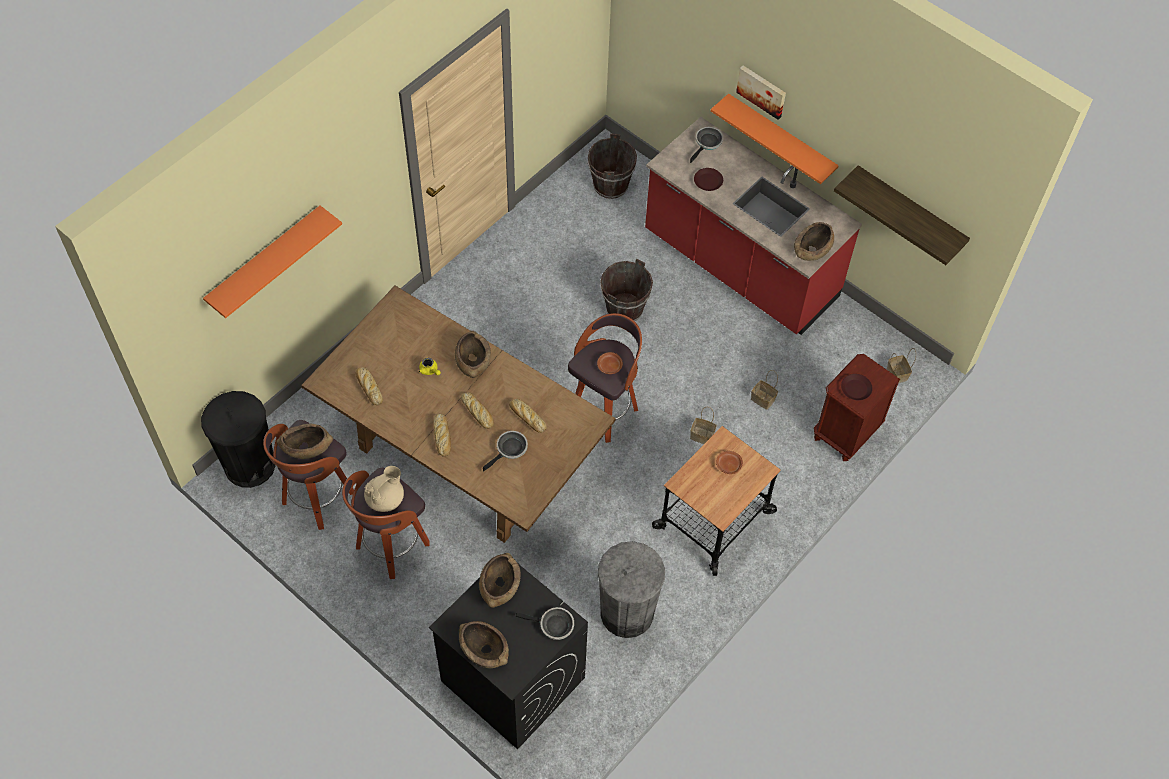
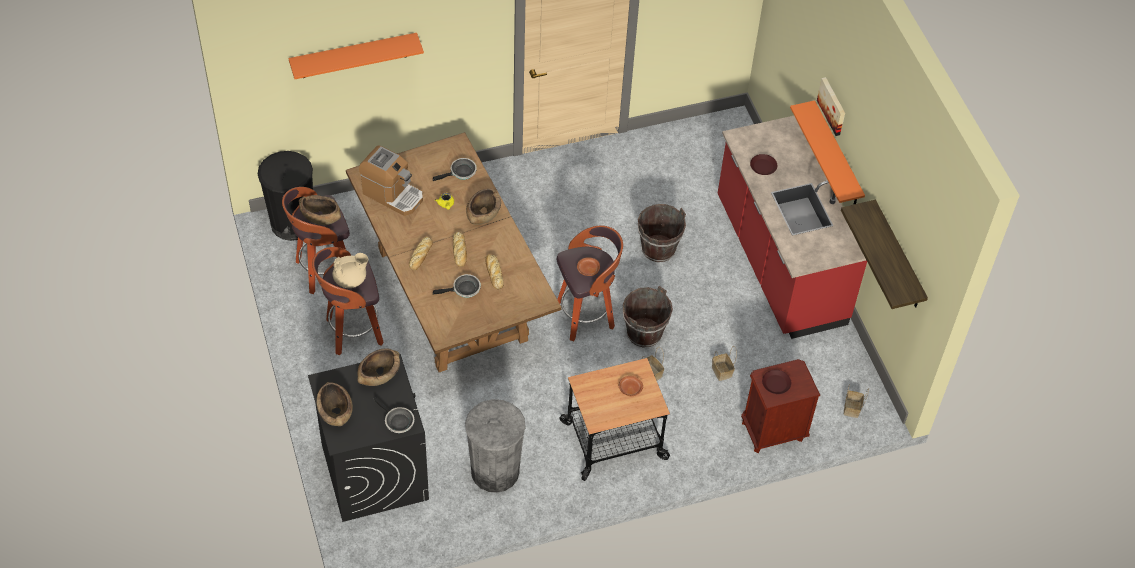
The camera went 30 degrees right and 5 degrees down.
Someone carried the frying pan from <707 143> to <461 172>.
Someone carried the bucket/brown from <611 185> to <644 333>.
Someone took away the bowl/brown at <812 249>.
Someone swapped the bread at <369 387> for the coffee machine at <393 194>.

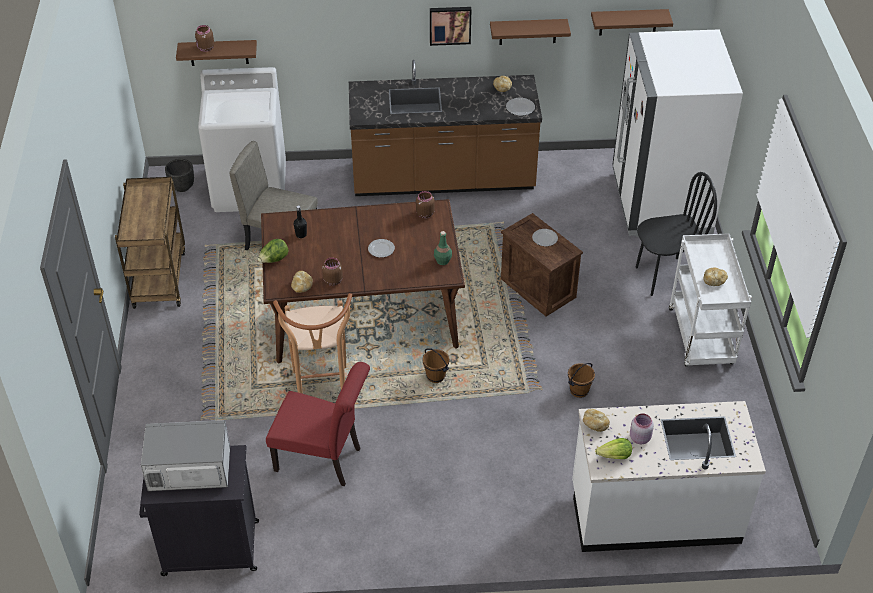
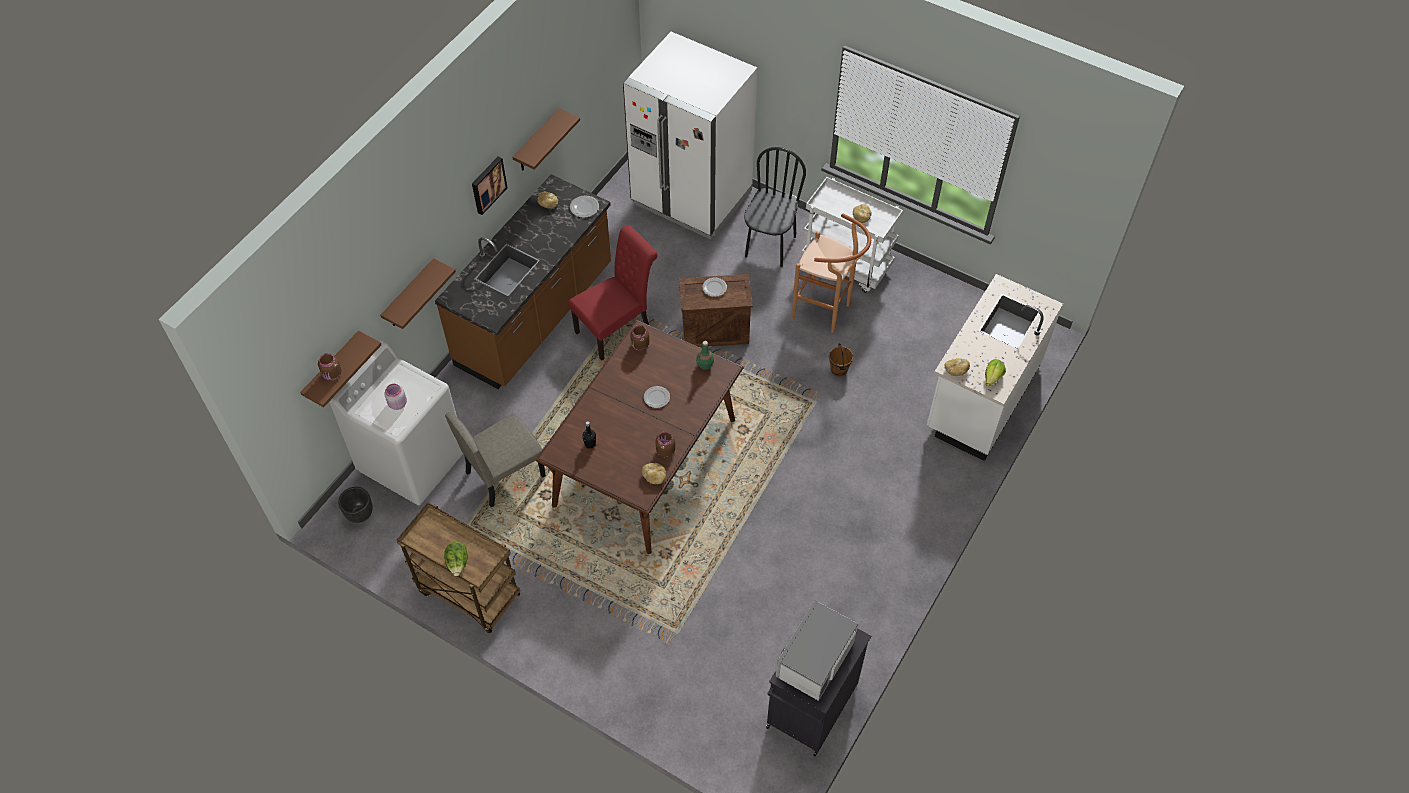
The camera went 55 degrees left and 10 degrees up.
Someone carried the shelf/brown from <628 22> to <409 295>.
Someone carried the lettuce from <274 260> to <458 563>.
Someone carried the stool/brown from <321 393> to <826 313>.
Someone took away the bucket/brown at <435 376>.
Someone carried the chair/red from <323 460> to <617 328>.
Someone carried the jar/pink from <639 437> to <397 404>.

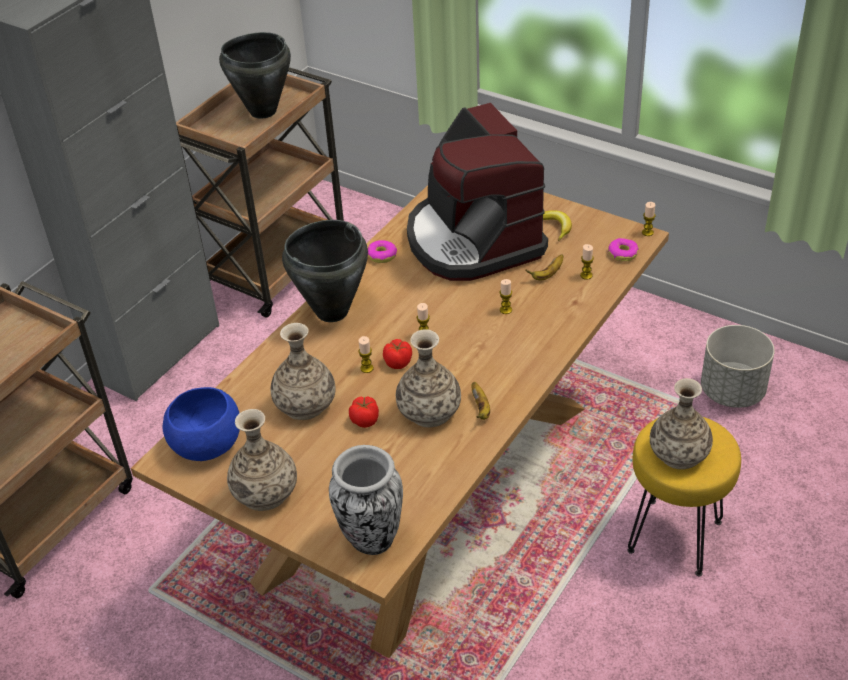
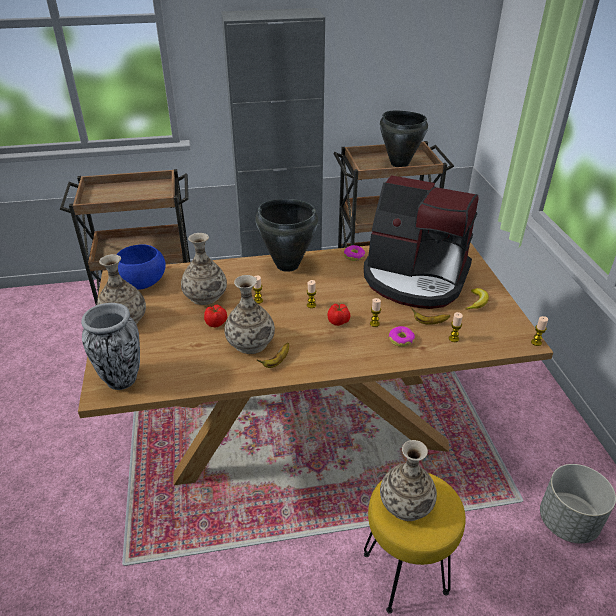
The camera went 45 degrees right and 5 degrees down.
Someone rotated the coffee machine at <473 240> by 90 degrees counterclockwise.
Someone carried the donut from <623 254> to <401 340>.
Someone carried the tomato from <398 362> to <338 321>.

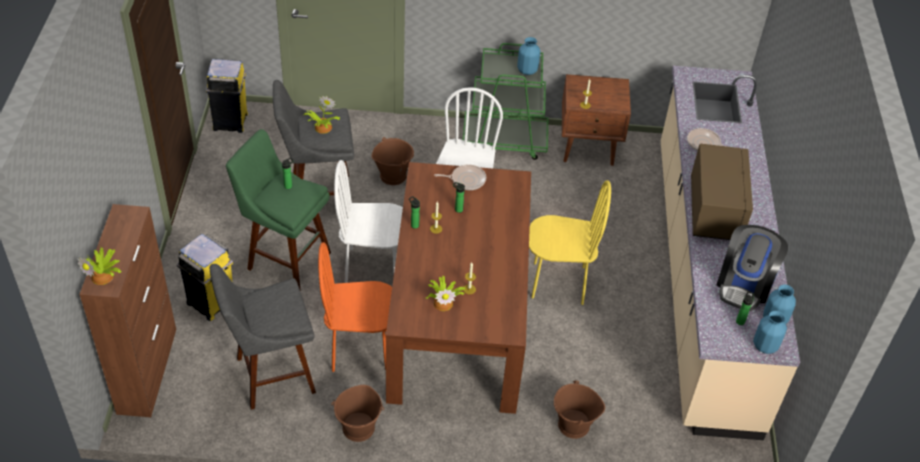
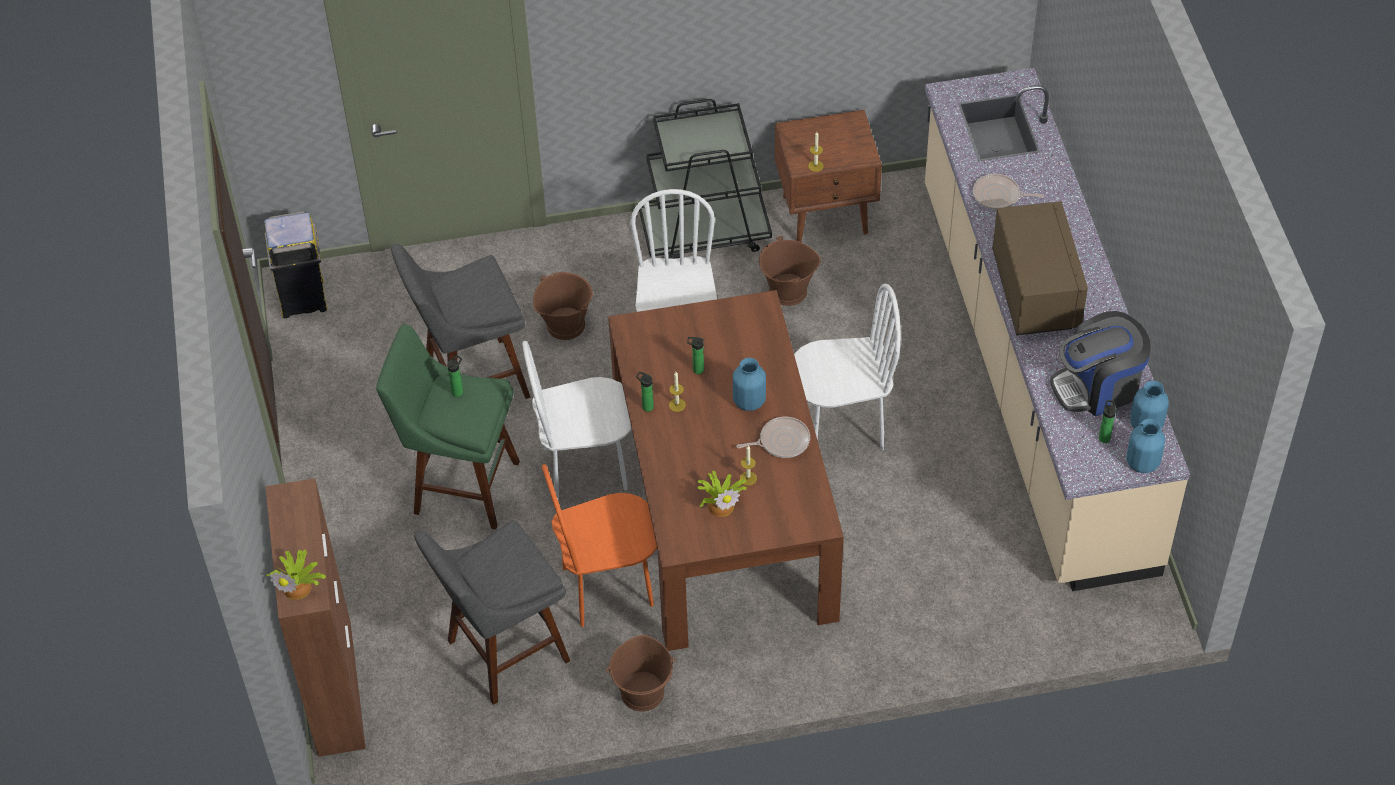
The camera went 10 degrees left and 5 degrees up.
Someone carried the vase/blue from <527 70> to <748 401>.
Someone repainted the cart/green at <505 140>, which became the cart/black at <705 232>.
Someone took away the potted plant at <322 128>.
Someone carried the frying pan from <466 180> to <781 441>.
Someone repainted the chair/yellow at <558 282>, which became the chair/white at <842 427>.
Someone rotated the coffee machine at <744 284> by 60 degrees clockwise.
Someone took away the trash can/yellow at <211 303>.
Someone carried the bucket/brown from <573 425> to <787 291>.

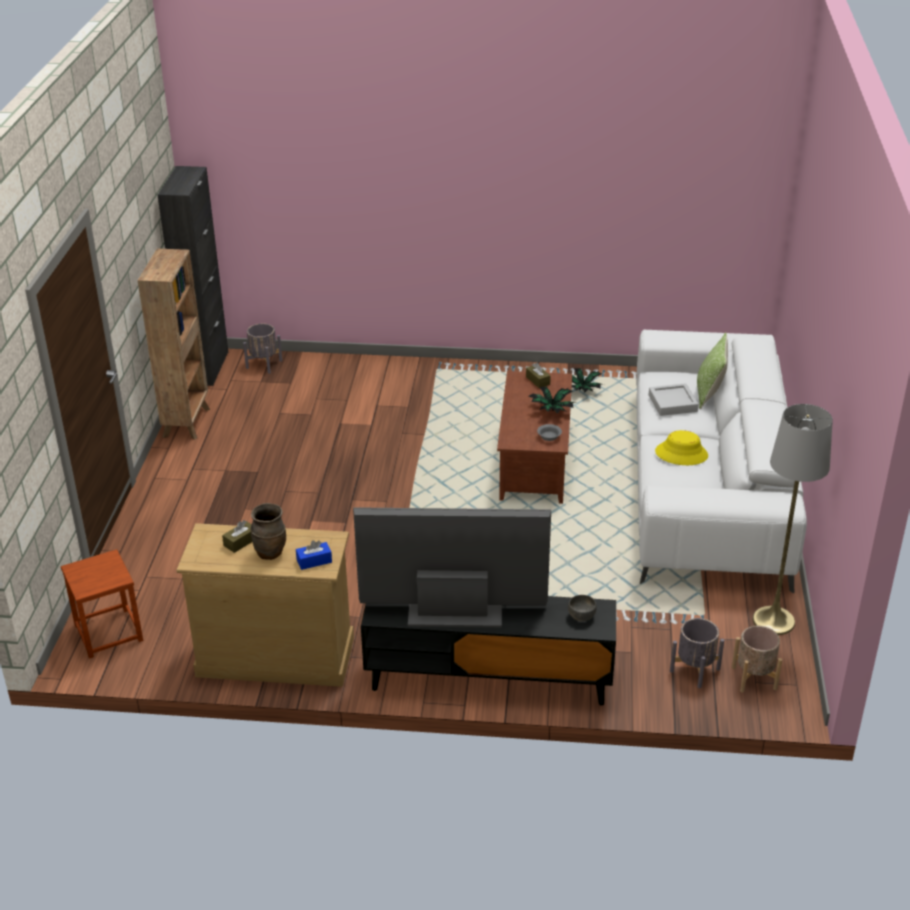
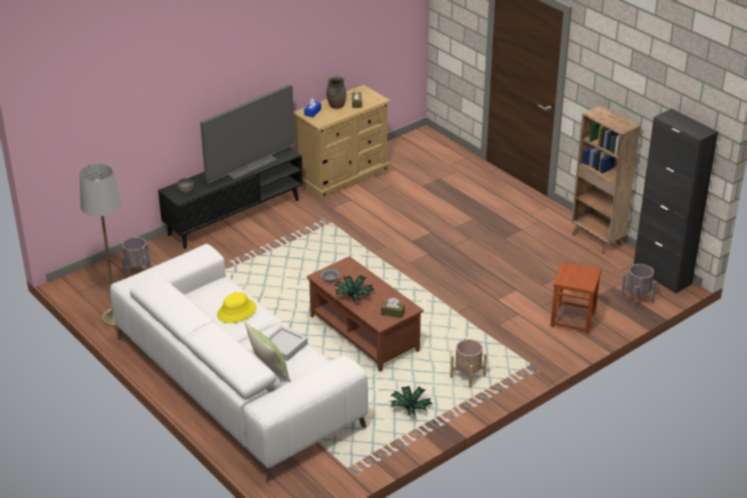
The camera went 135 degrees right and 0 degrees up.
Someone carried the stool/brown from <108 633> to <573 319>.
Someone carried the planter/beige from <754 678> to <467 376>.

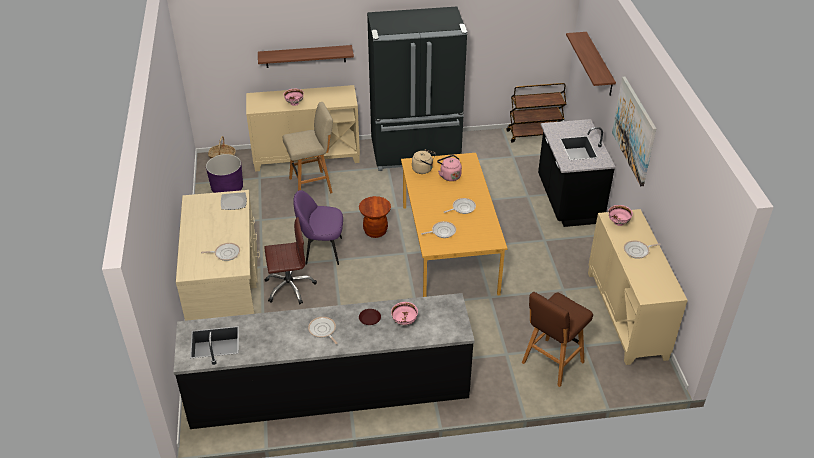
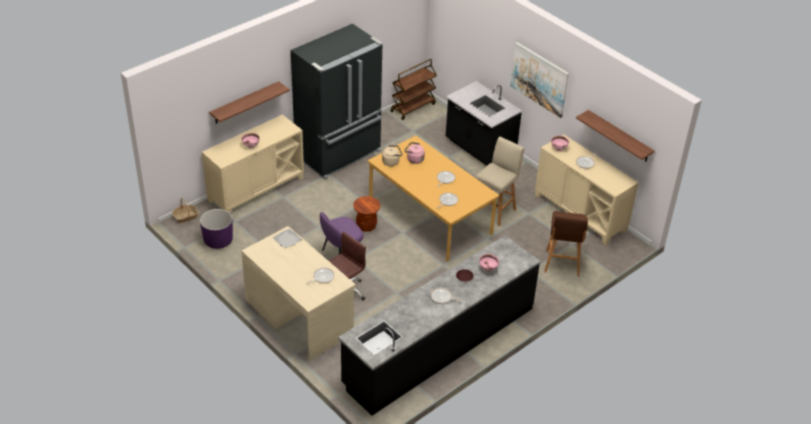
The camera went 35 degrees left and 0 degrees up.
Someone carried the shelf from <599 64> to <619 136>.
Someone carried the stool/beige from <312 185> to <494 210>.

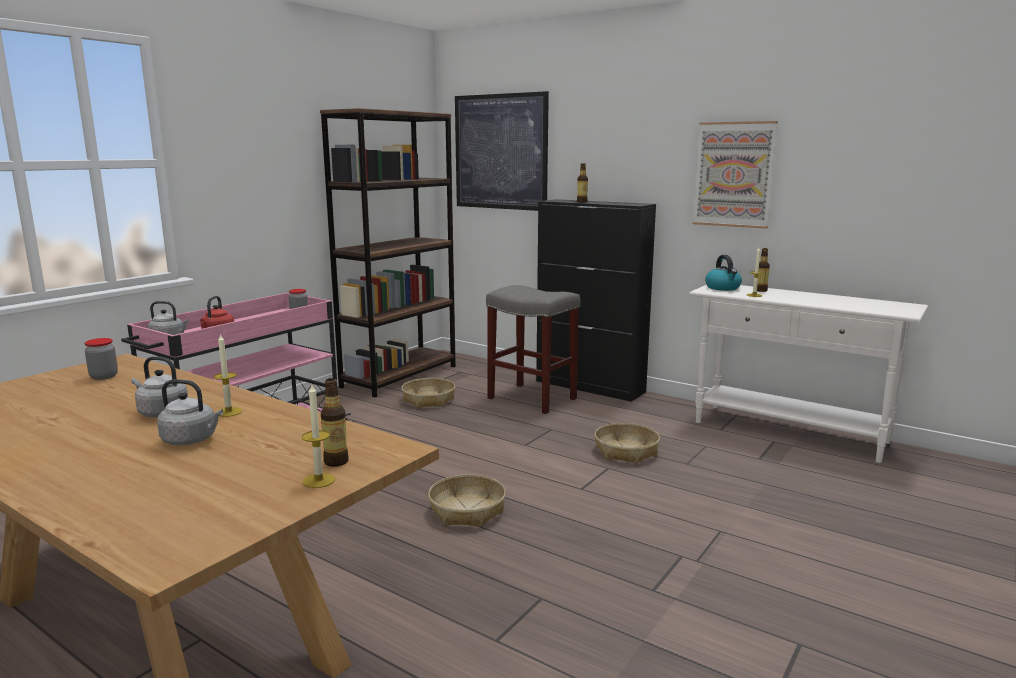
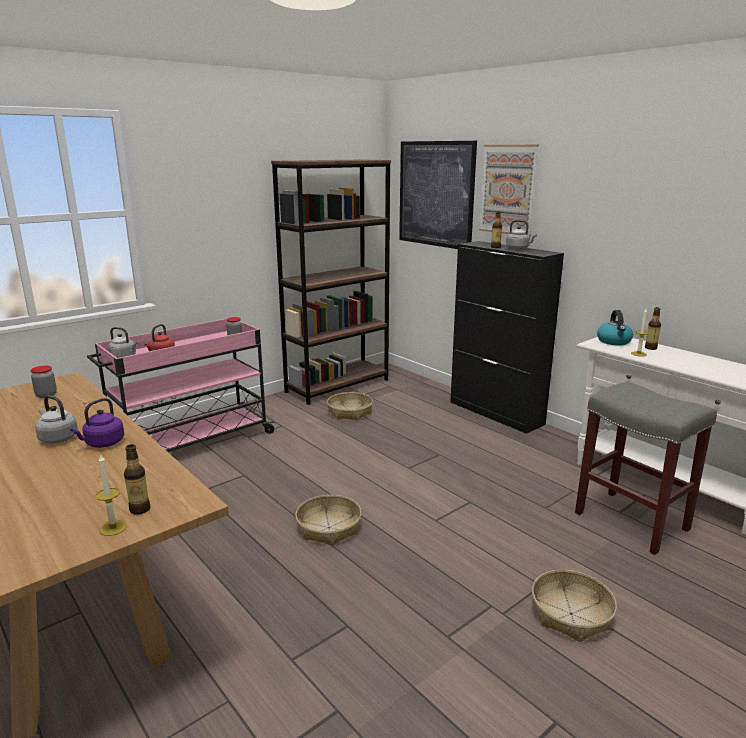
The camera went 15 degrees right and 5 degrees up.
Someone carried the picture from <734 174> to <508 189>.
Someone carried the stool/grey from <533 398> to <633 521>.
Someone swapped the candle at <229 412> for the kettle/purple at <103 443>.
Someone carried the kettle/grey from <192 440> to <518 249>.
Someone carried the basket from <626 451> to <571 614>.

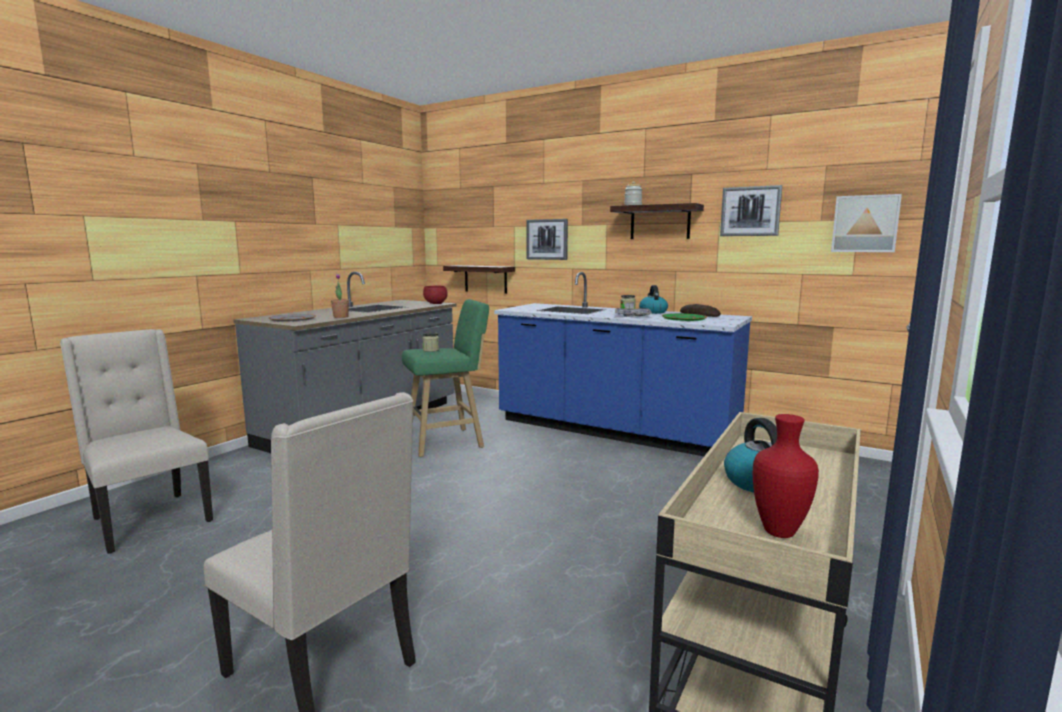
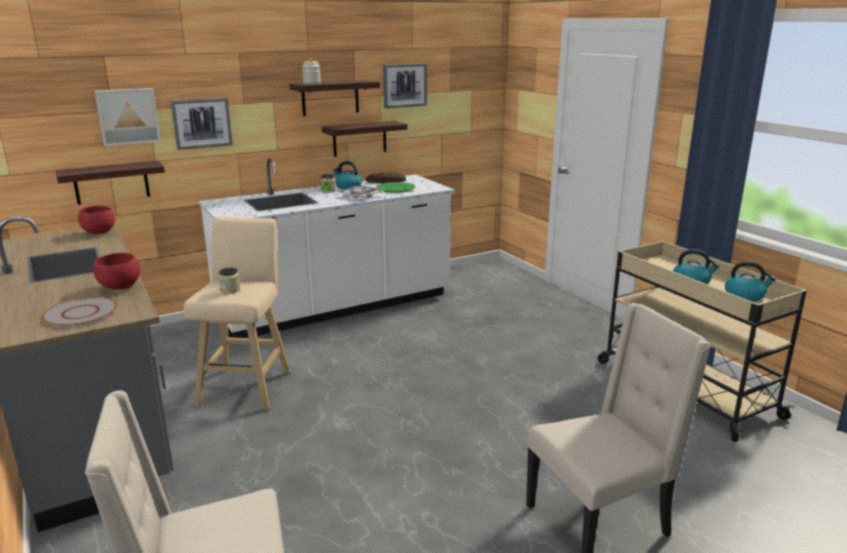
The camera went 60 degrees left and 10 degrees up.
Someone carried the picture from <865 224> to <128 116>.
Someone repainted the counter/blue at <614 431>, which became the counter/white at <336 308>.
Someone swapped the potted plant at <341 317> for the bowl/red at <121 287>.
Someone repainted the stool/green at <448 442>, which became the stool/beige at <247 385>.
Someone swapped the vase/red at <779 531> for the kettle at <745 296>.
Someone put up the shelf at <359 138>.

